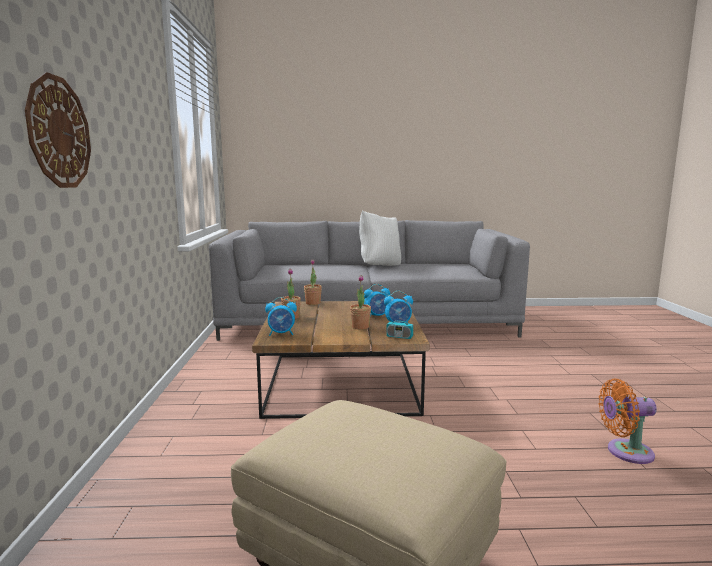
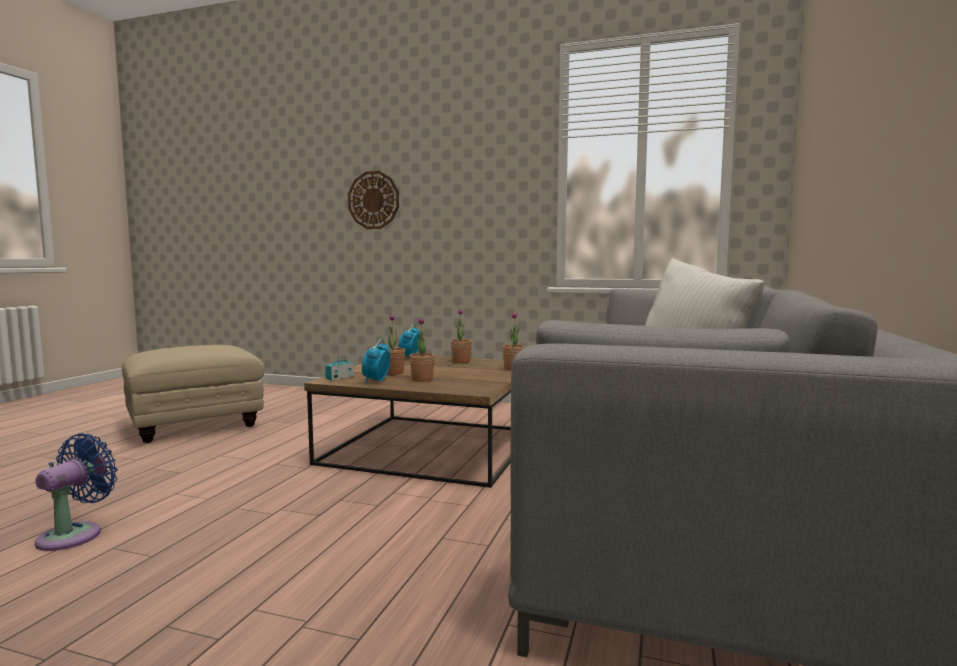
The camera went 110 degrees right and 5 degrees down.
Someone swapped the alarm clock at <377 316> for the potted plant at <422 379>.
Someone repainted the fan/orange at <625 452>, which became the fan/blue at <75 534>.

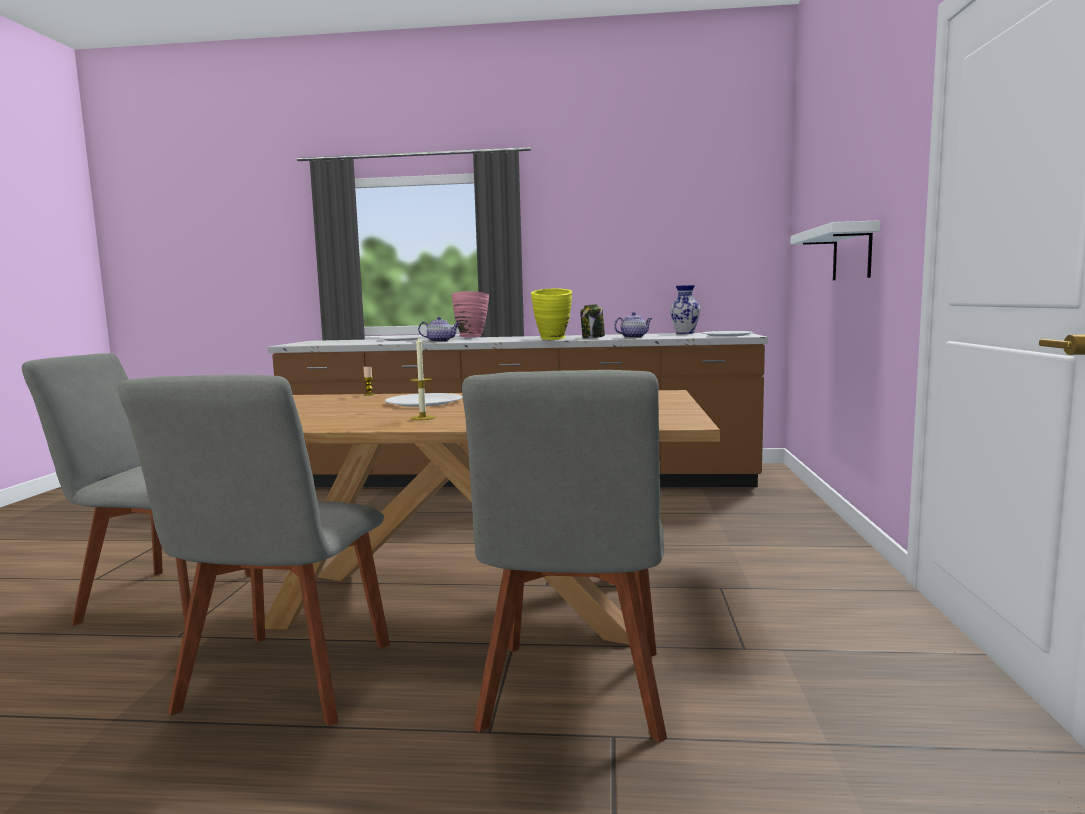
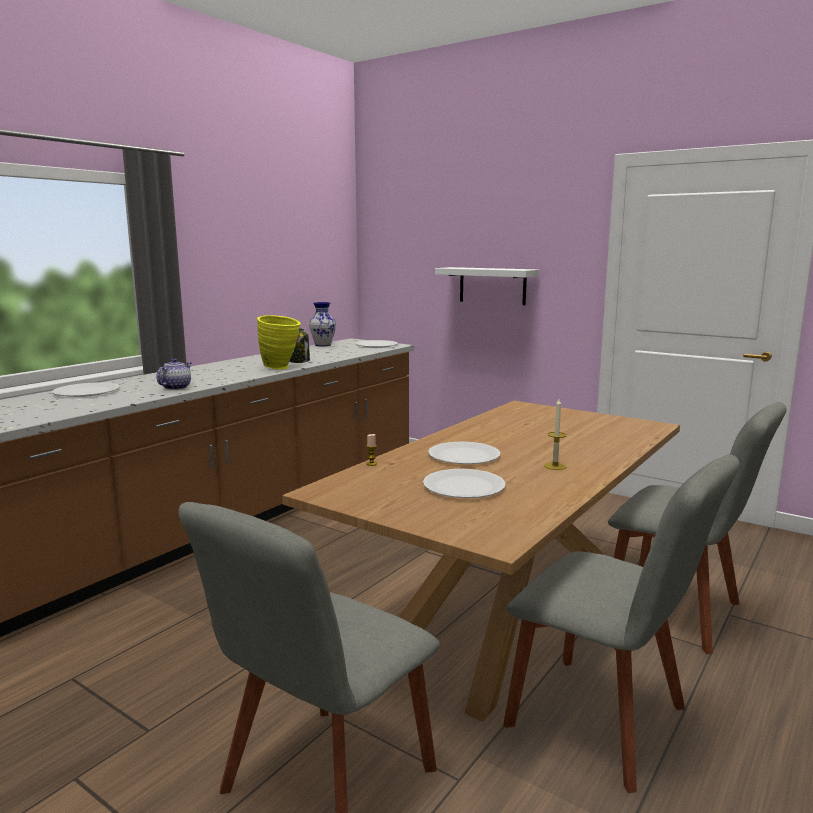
The camera went 60 degrees left and 5 degrees up.
Someone took away the vase/pink at <471 337>.
Someone took away the teapot at <633 337>.
Someone put down the plate/white at <463 486>.

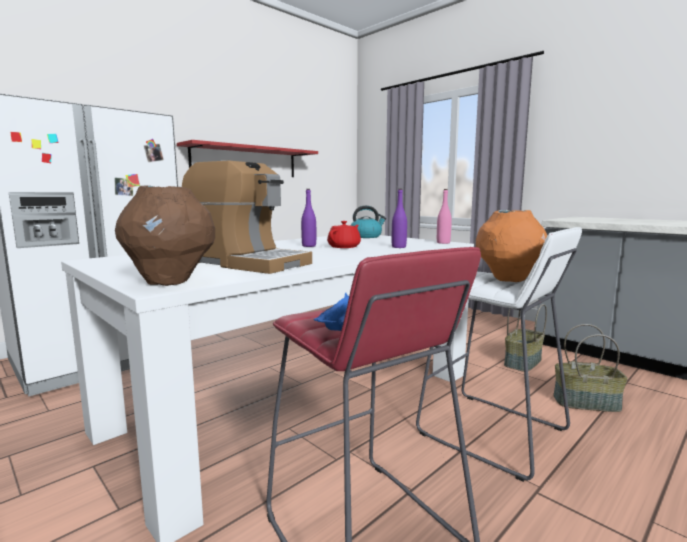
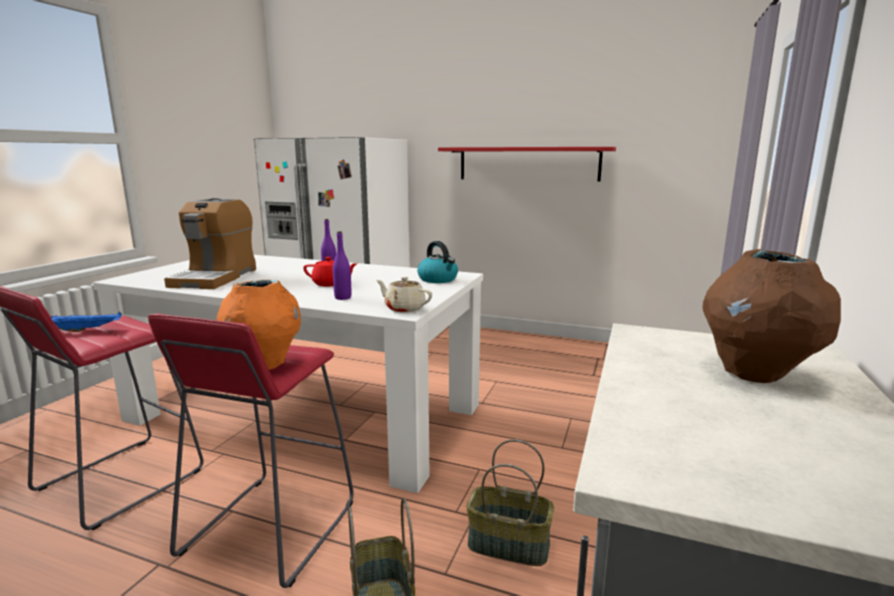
The camera went 65 degrees right and 5 degrees up.
Someone carried the vase/brown from <170 282> to <755 374>.
Someone swapped the bottle/pink at <443 243> for the teapot/beige at <404 308>.
Someone repainted the stool/white at <492 433>, which became the stool/red at <269 528>.

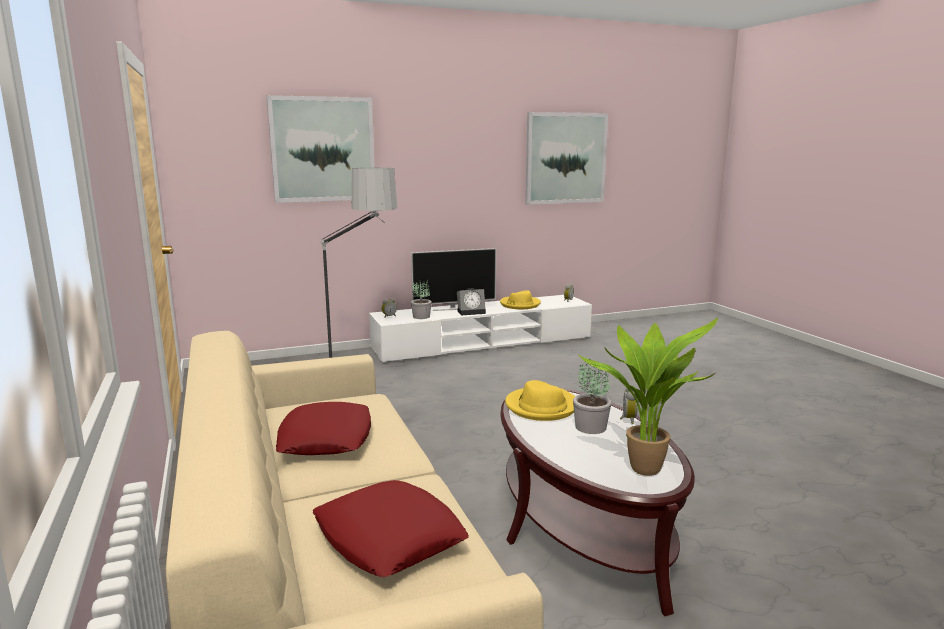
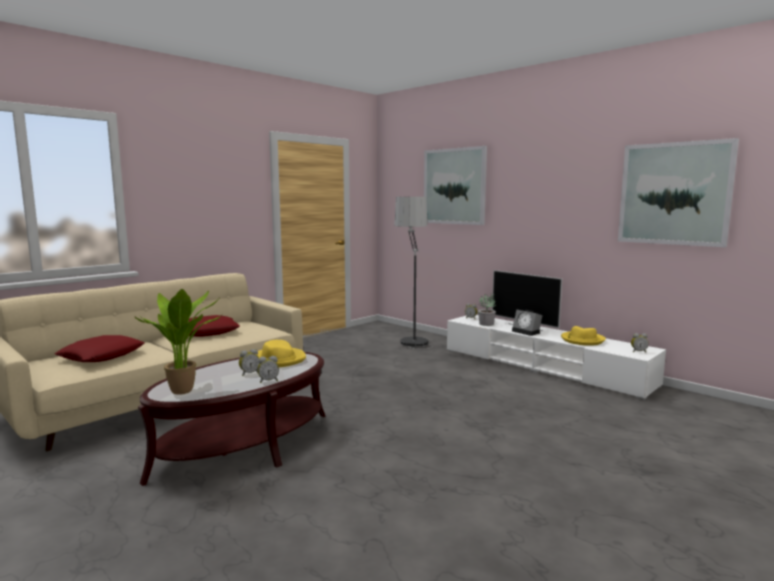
The camera went 65 degrees right and 5 degrees down.
Someone swapped the potted plant at <590 427> for the alarm clock at <249 373>.

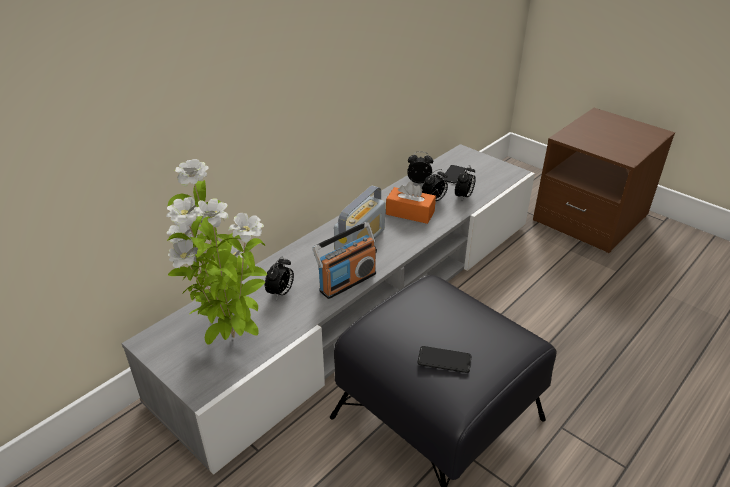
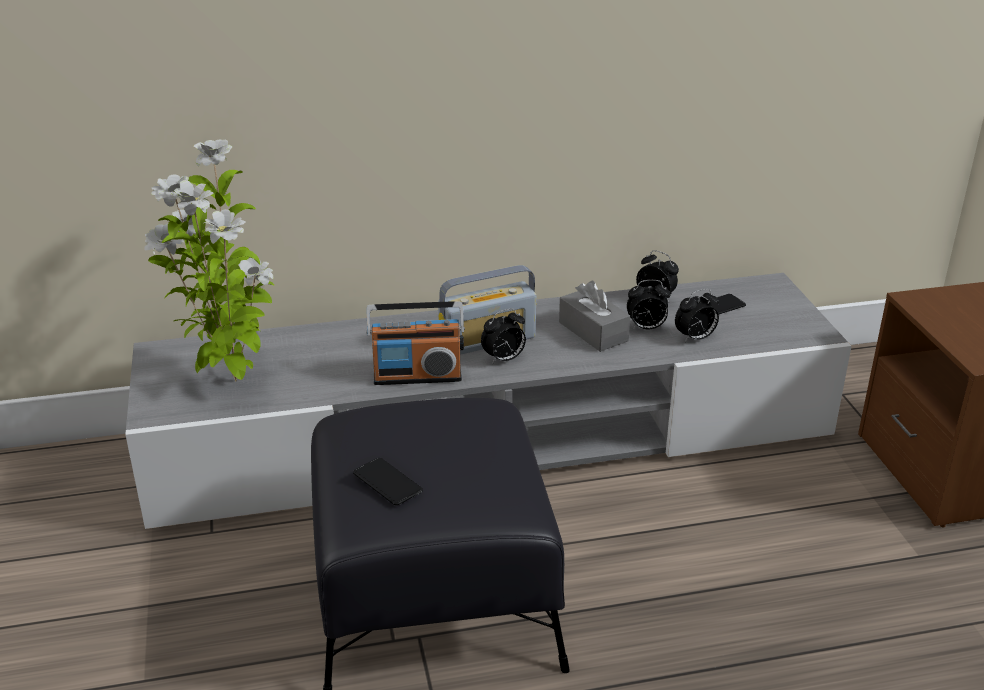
The camera went 35 degrees right and 5 degrees down.
Someone repainted the tissue box/orange at <410 213>, which became the tissue box/grey at <593 332>.
Someone carried the alarm clock from <281 293> to <504 359>.

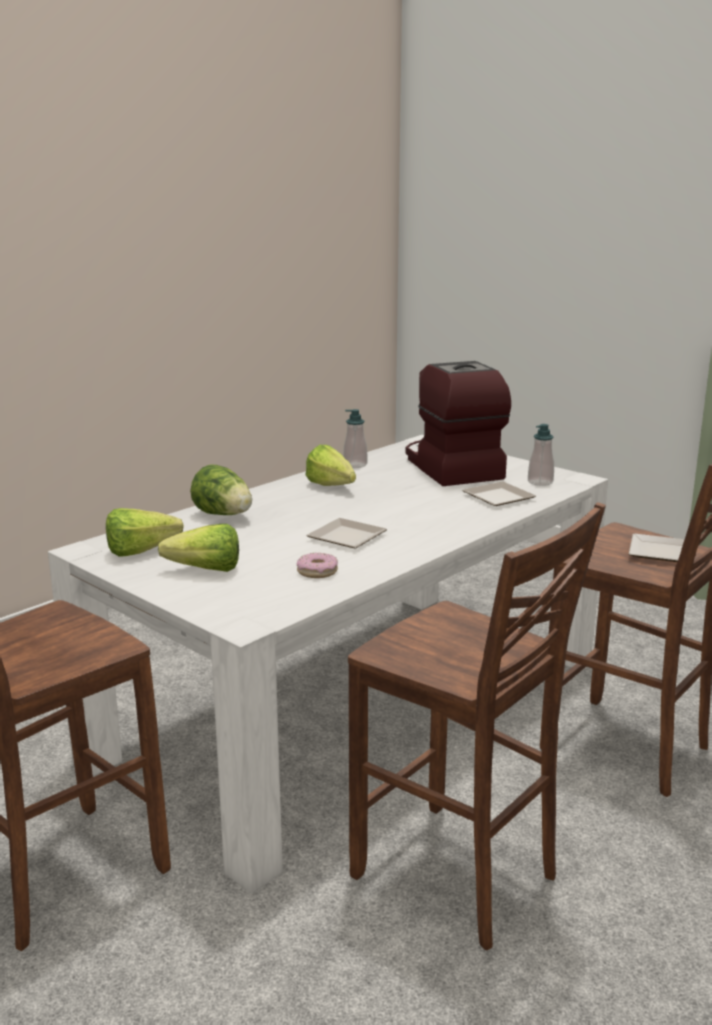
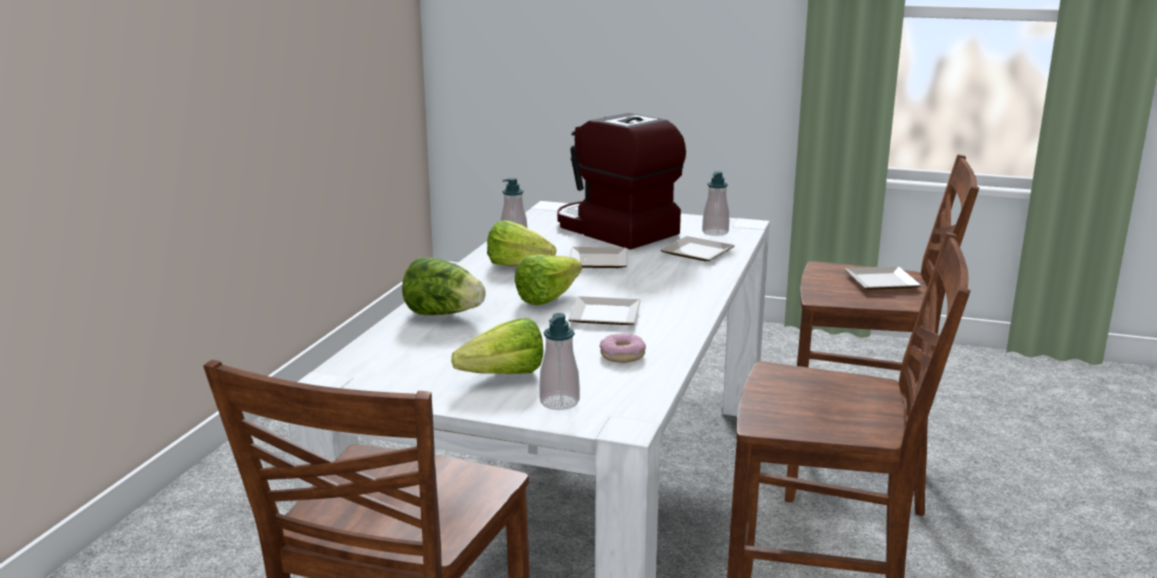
The camera went 25 degrees left and 0 degrees up.
Someone carried the lettuce from <147 551> to <553 297>.
Someone put down the plate at <596 262>.
Someone put down the soap dispenser at <559 402>.

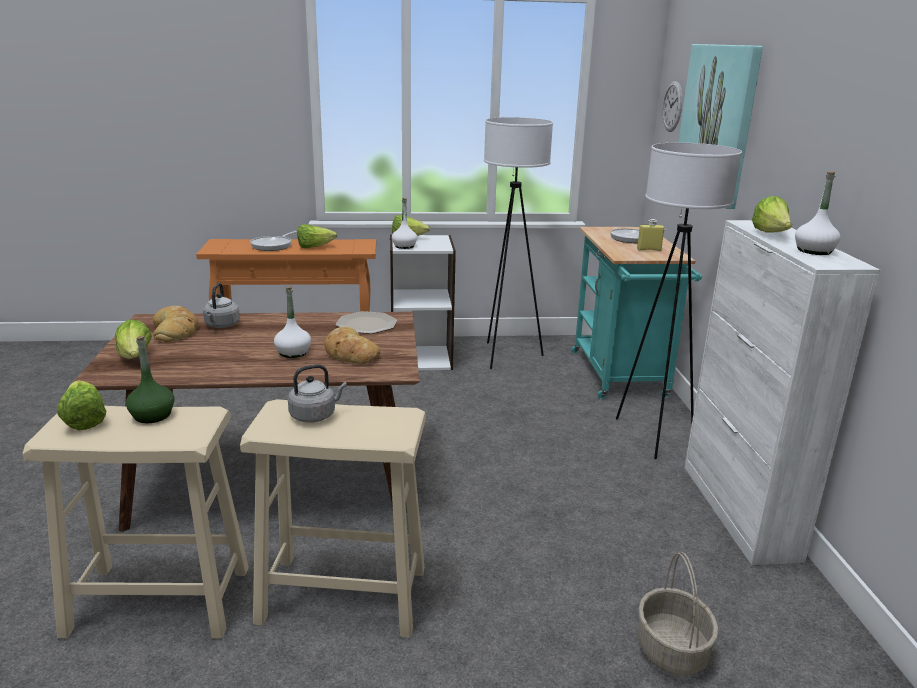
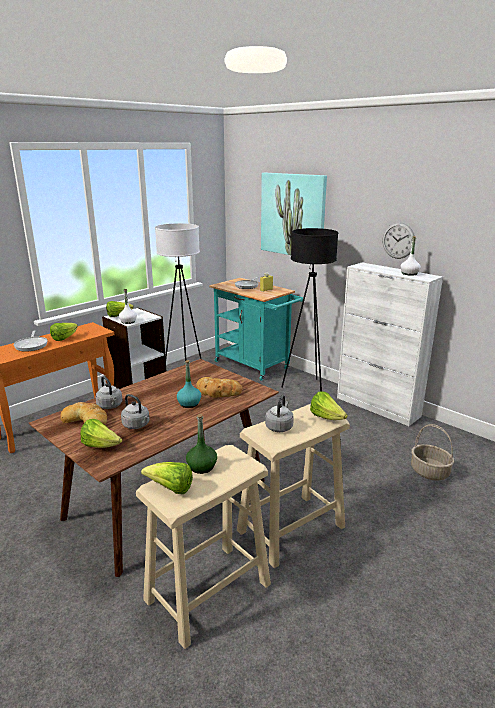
The camera went 40 degrees left and 0 degrees up.
Someone carried the wall clock from <672 106> to <398 240>.
Someone repainted the floor lamp/white at <654 435>, which became the floor lamp/black at <306 388>.
Someone carried the lettuce from <771 235> to <326 418>.
Someone repainted the bottle/white at <293 352>, which became the bottle/turquoise at <189 403>.
Someone took away the plate at <367 324>.
Someone put down the kettle/grey at <137 425>.

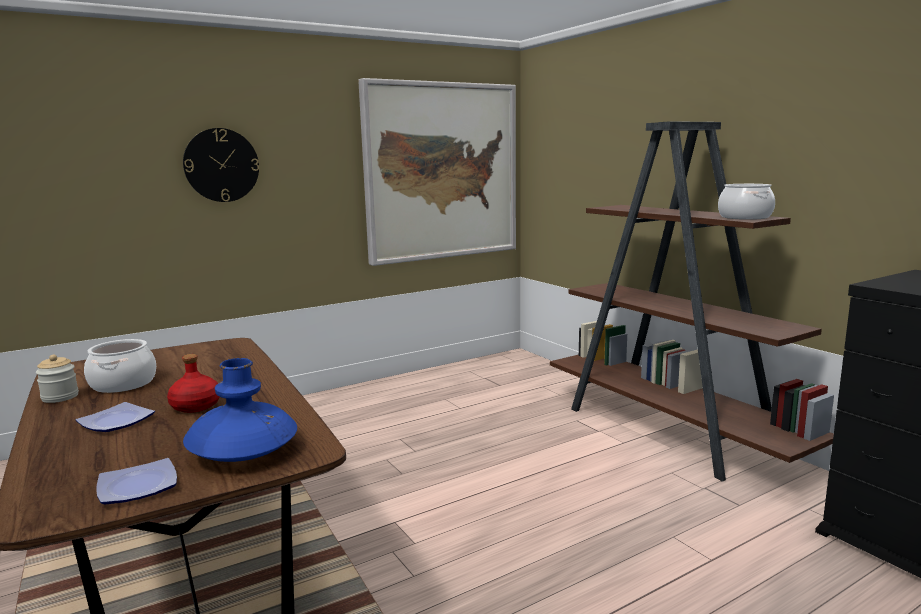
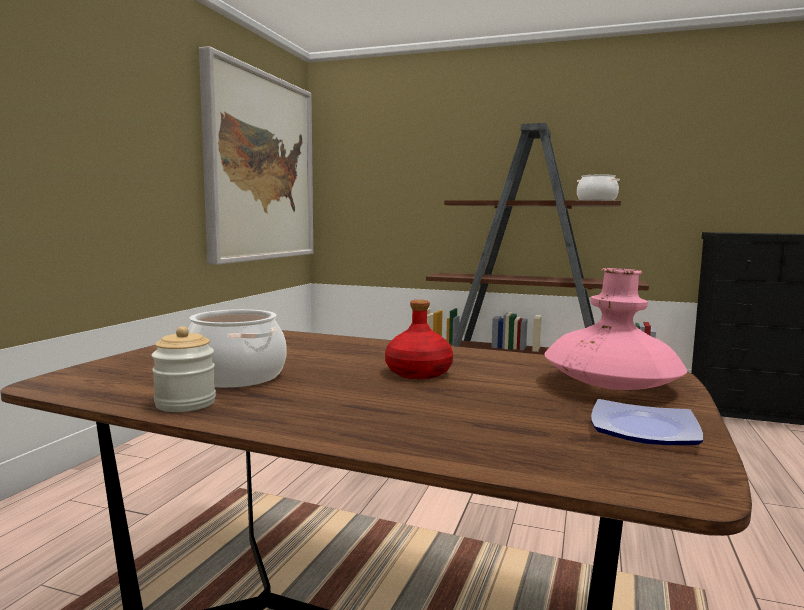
The camera went 40 degrees left and 5 degrees down.
Someone took away the wall clock at <221 165>.
Someone repainted the vase/blue at <243 452>, which became the vase/pink at <611 386>.
Someone took away the plate at <115 422>.

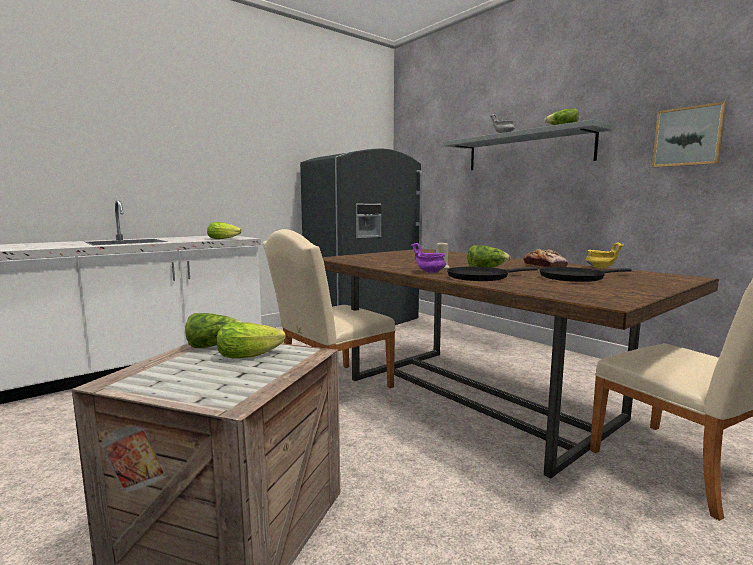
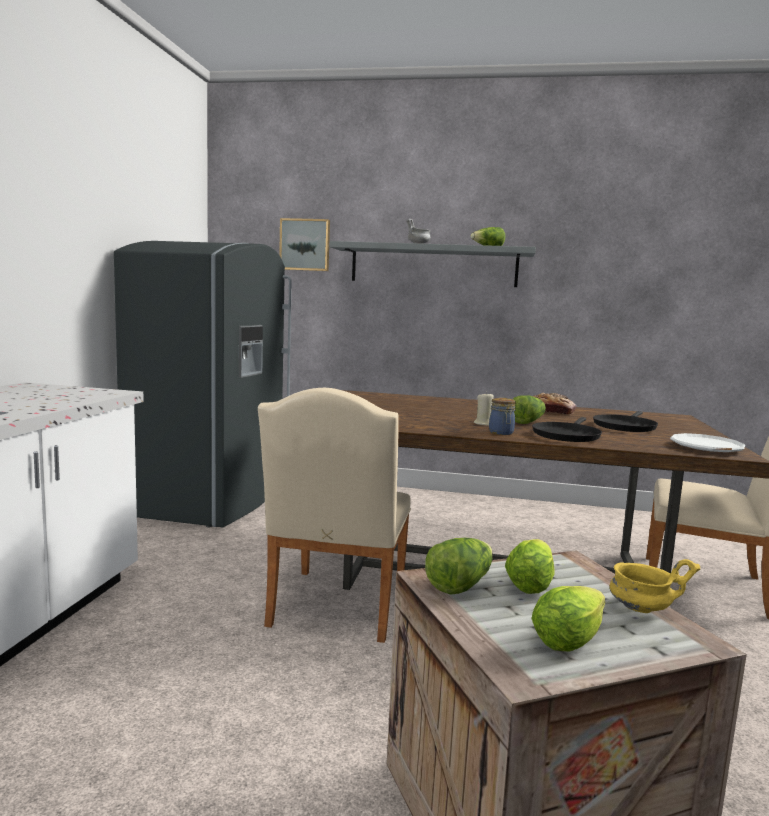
The camera went 40 degrees left and 0 degrees up.
Someone carried the picture from <688 136> to <305 245>.
Someone carried the lettuce from <225 239> to <572 637>.
Someone swapped the bowl/purple at <430 272> for the jar at <501 433>.
Someone carried the bowl/yellow from <601 268> to <641 608>.
Someone put down the plate/white at <706 448>.

